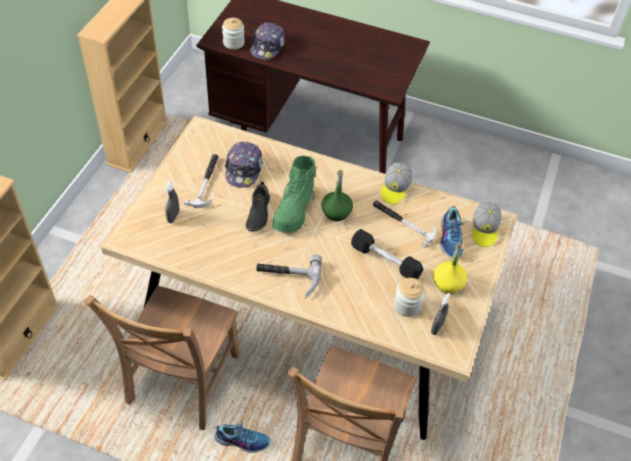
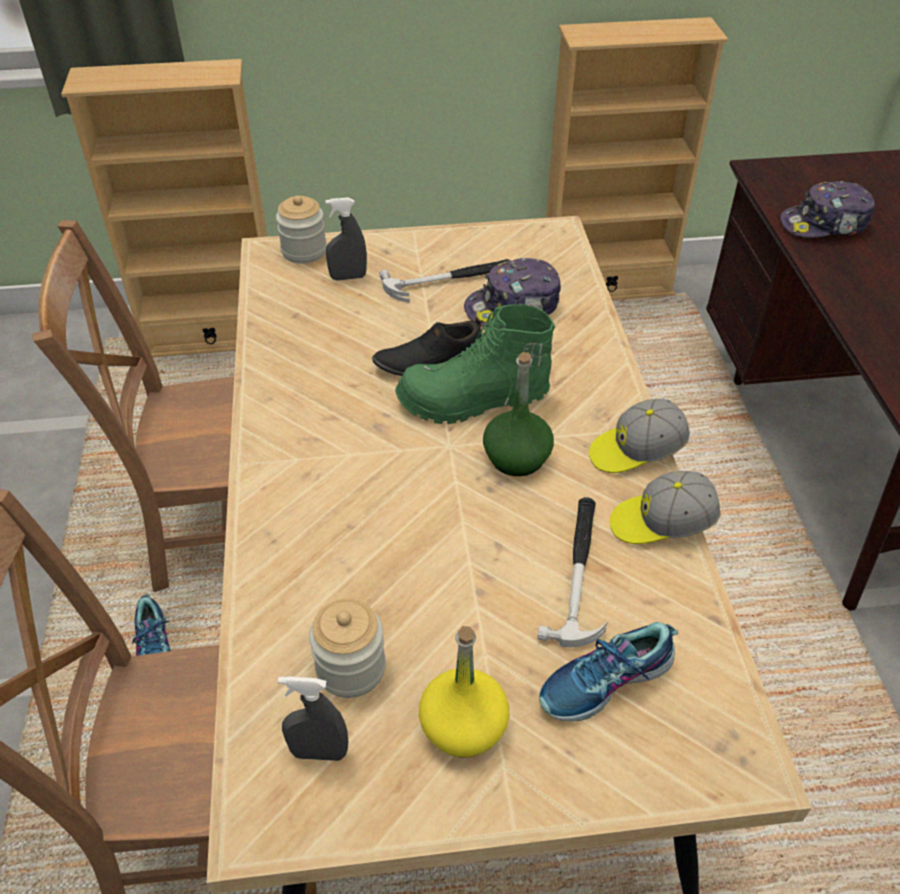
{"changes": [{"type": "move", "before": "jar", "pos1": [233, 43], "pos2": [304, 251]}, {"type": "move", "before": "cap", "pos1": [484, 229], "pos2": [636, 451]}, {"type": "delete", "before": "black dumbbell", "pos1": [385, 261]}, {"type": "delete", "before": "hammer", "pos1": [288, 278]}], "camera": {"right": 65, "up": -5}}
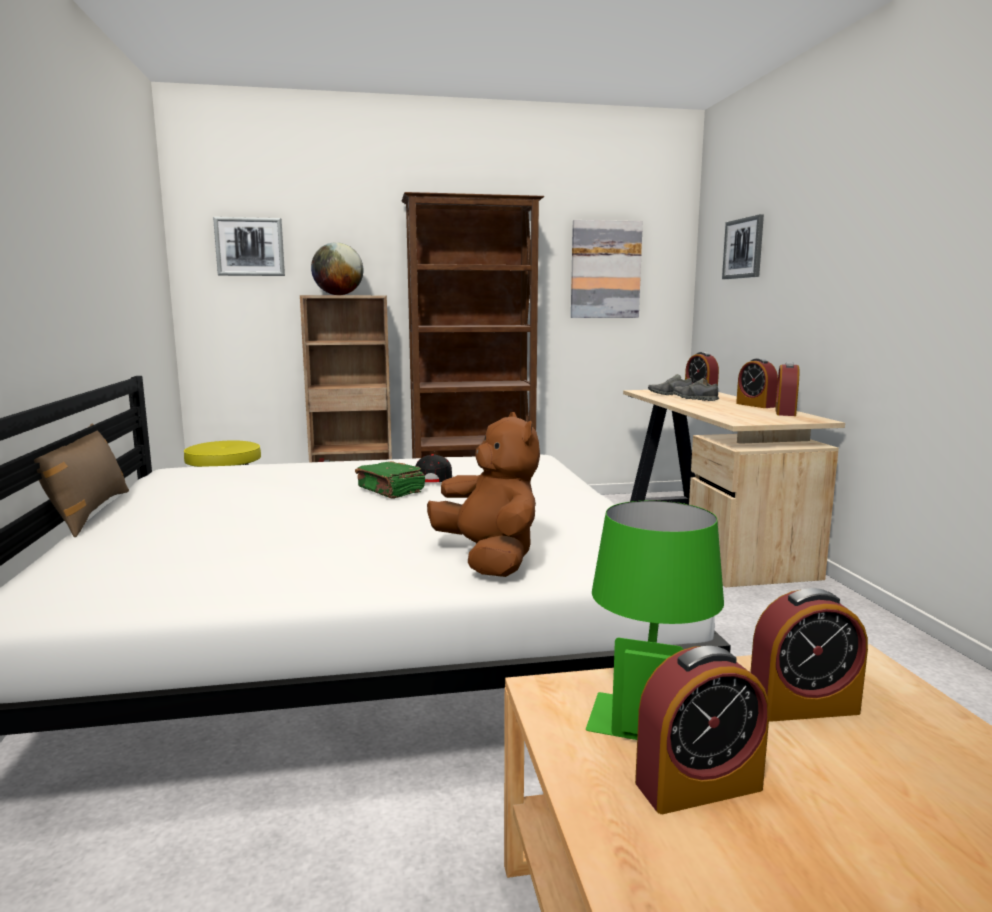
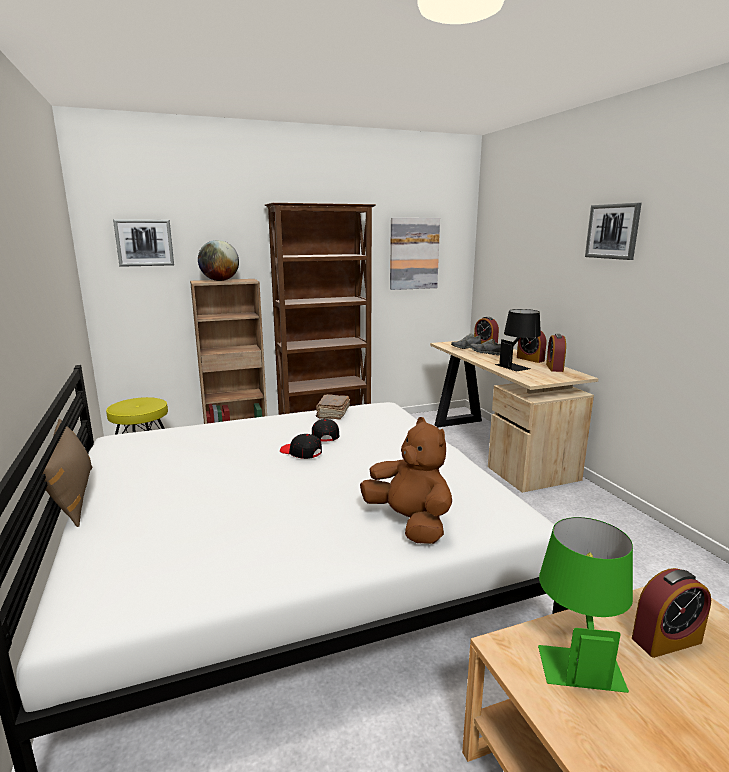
{"changes": [{"type": "move", "before": "picture", "pos1": [743, 248], "pos2": [613, 231]}, {"type": "replace", "before": "green book", "after": "black cap", "pos1": [391, 490], "pos2": [301, 452]}, {"type": "delete", "before": "alarm clock", "pos1": [698, 785]}, {"type": "insert", "after": "black table lamp", "pos2": [517, 365]}, {"type": "insert", "after": "brown book", "pos2": [332, 413]}], "camera": {"right": -10, "up": 5}}
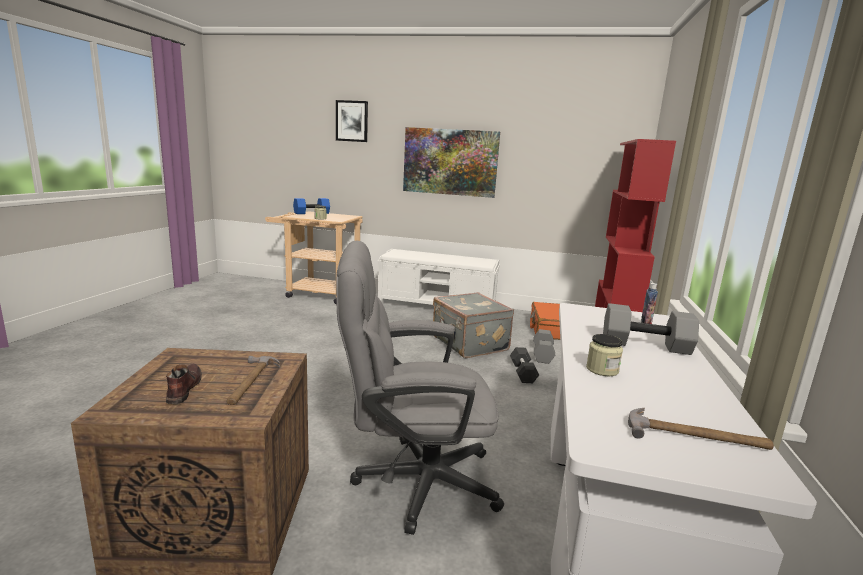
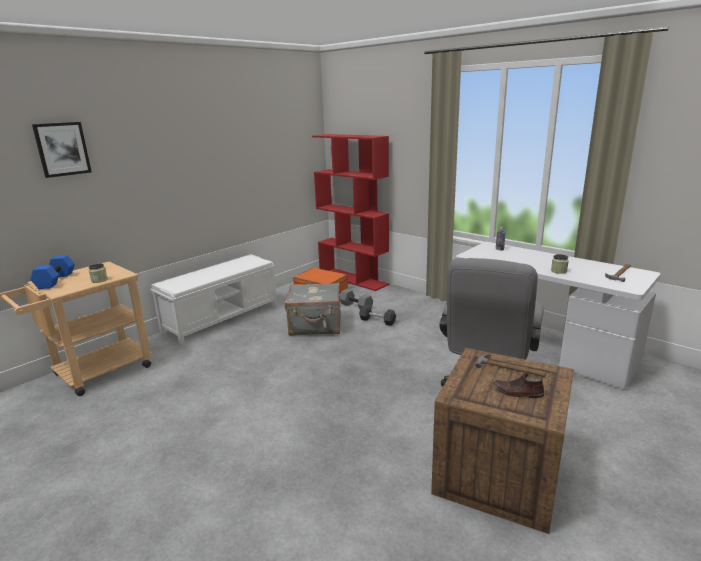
{"changes": [{"type": "delete", "before": "picture", "pos1": [450, 162]}, {"type": "delete", "before": "grey dumbbell", "pos1": [644, 345]}], "camera": {"right": -60, "up": 5}}
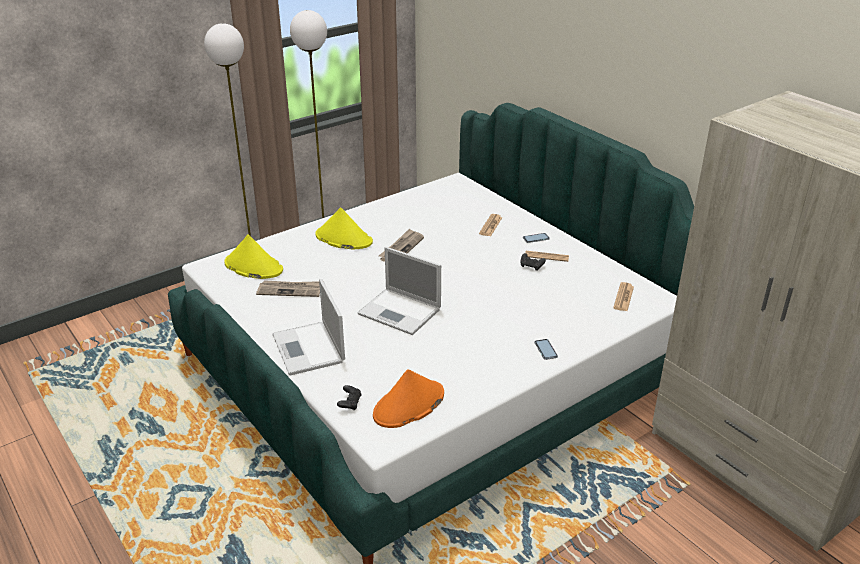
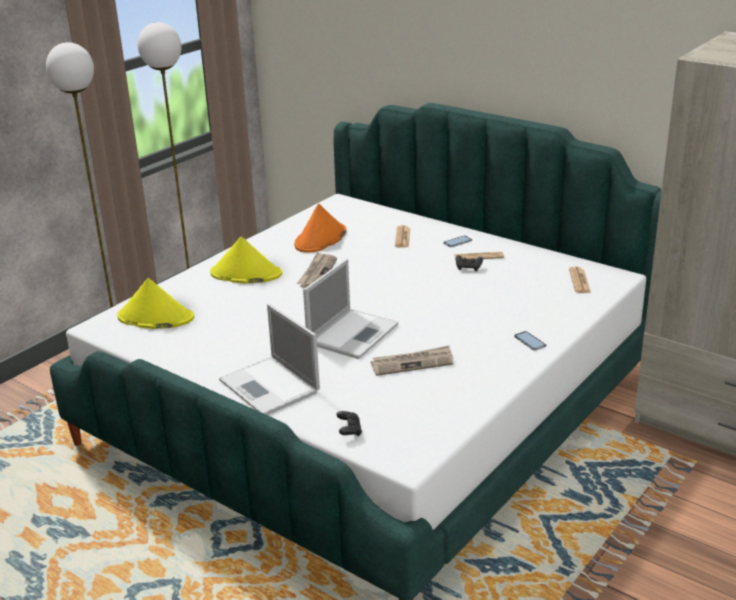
{"changes": [{"type": "rotate", "before": "laptop", "pos1": [401, 312], "pos2": [353, 333], "turn": -75}, {"type": "move", "before": "newspaper", "pos1": [291, 290], "pos2": [412, 363]}, {"type": "move", "before": "orange hat", "pos1": [408, 405], "pos2": [320, 239]}], "camera": {"right": -15, "up": -5}}
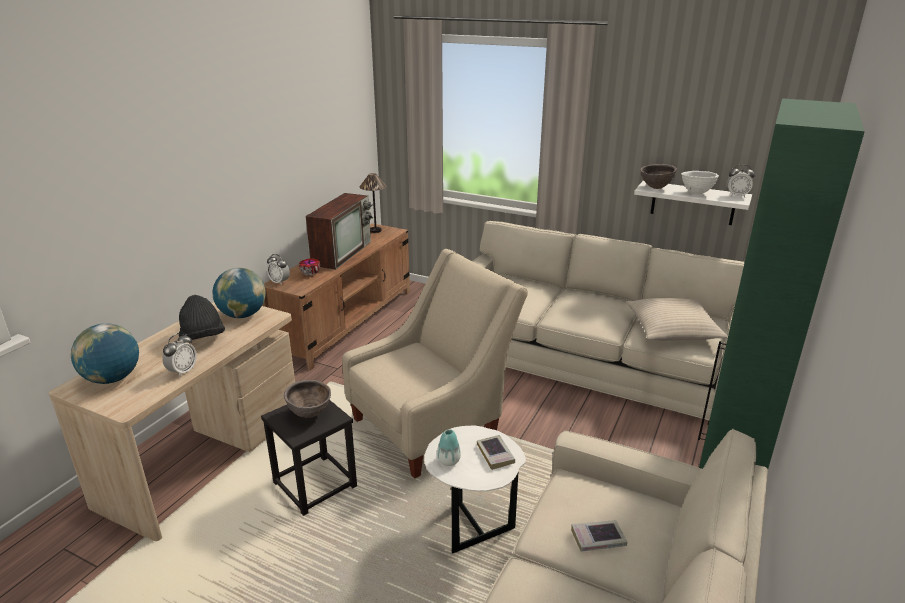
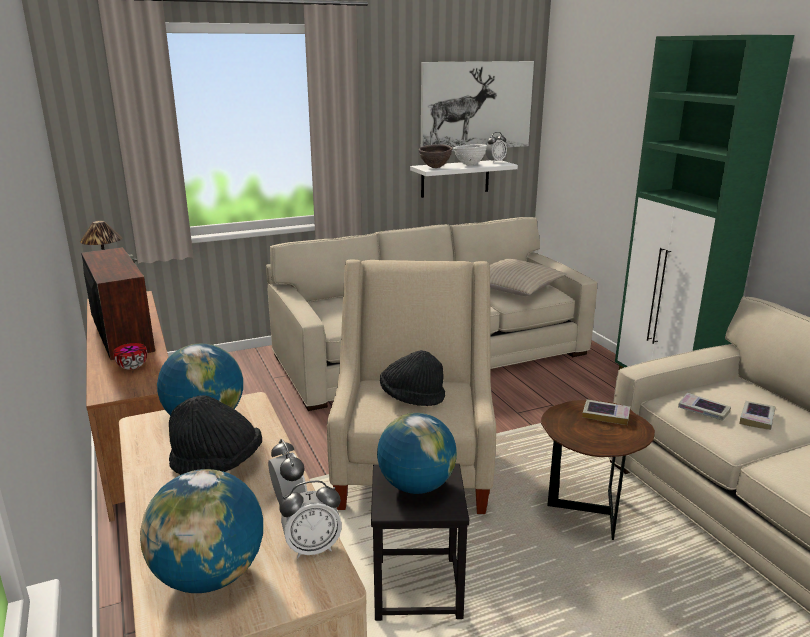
{"changes": [{"type": "move", "before": "alarm clock", "pos1": [279, 282], "pos2": [312, 548]}, {"type": "replace", "before": "brown bowl", "after": "globe", "pos1": [310, 414], "pos2": [416, 486]}, {"type": "recolor", "before": "white side table", "after": "brown side table", "pos1": [472, 526], "pos2": [586, 513]}, {"type": "delete", "before": "vase", "pos1": [448, 461]}, {"type": "insert", "after": "picture", "pos2": [476, 106]}, {"type": "insert", "after": "black hat", "pos2": [412, 398]}, {"type": "insert", "after": "book", "pos2": [703, 410]}], "camera": {"right": -50, "up": -5}}
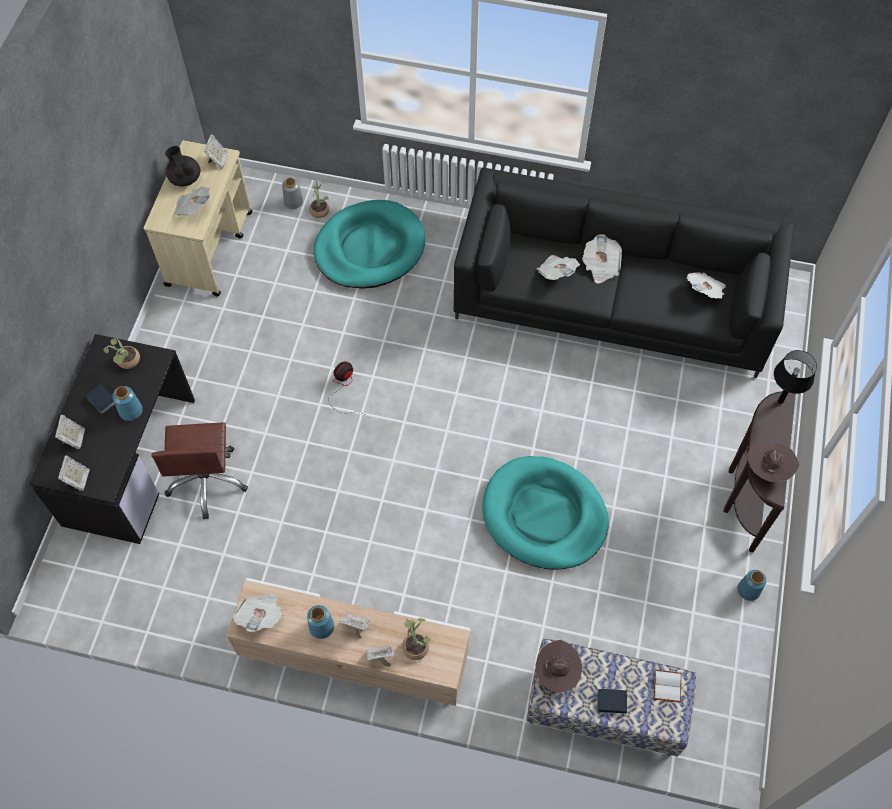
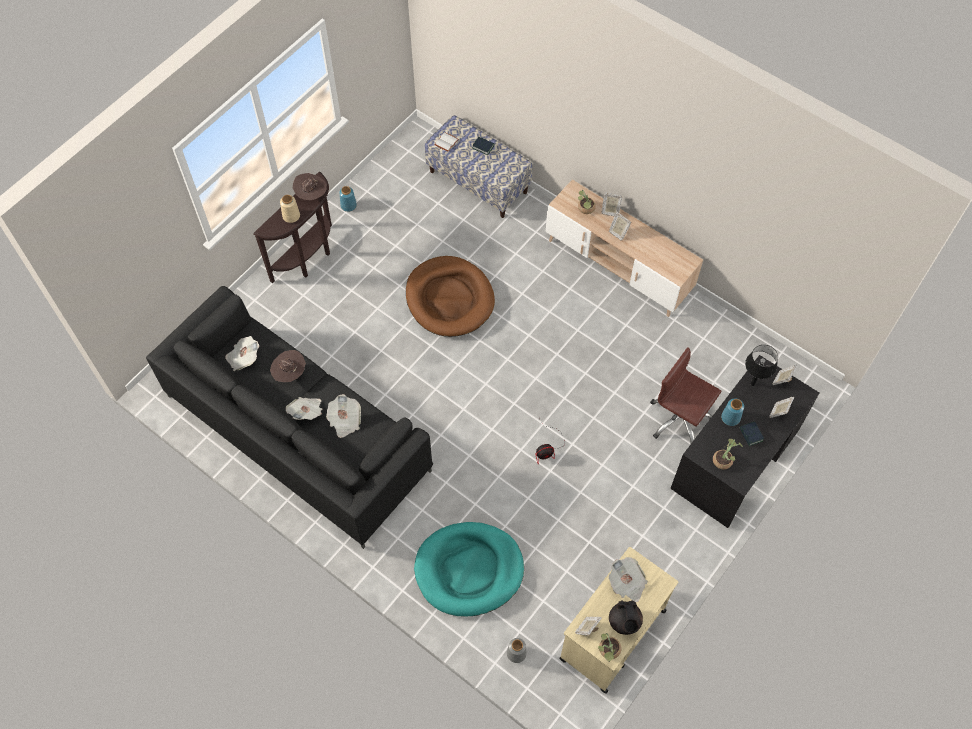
{"changes": [{"type": "move", "before": "potted plant", "pos1": [320, 209], "pos2": [608, 651]}, {"type": "move", "before": "black table lamp", "pos1": [780, 401], "pos2": [752, 384]}, {"type": "rotate", "before": "brown office chair", "pos1": [207, 480], "pos2": [679, 419], "turn": -75}, {"type": "recolor", "before": "turquoise dog bed", "after": "brown dog bed", "pos1": [544, 515], "pos2": [449, 299]}, {"type": "delete", "before": "newspaper", "pos1": [261, 615]}, {"type": "delete", "before": "blue vase", "pos1": [322, 627]}, {"type": "move", "before": "brown hat", "pos1": [557, 672], "pos2": [289, 373]}, {"type": "insert", "after": "beige vase", "pos2": [291, 216]}], "camera": {"right": -155, "up": 0}}
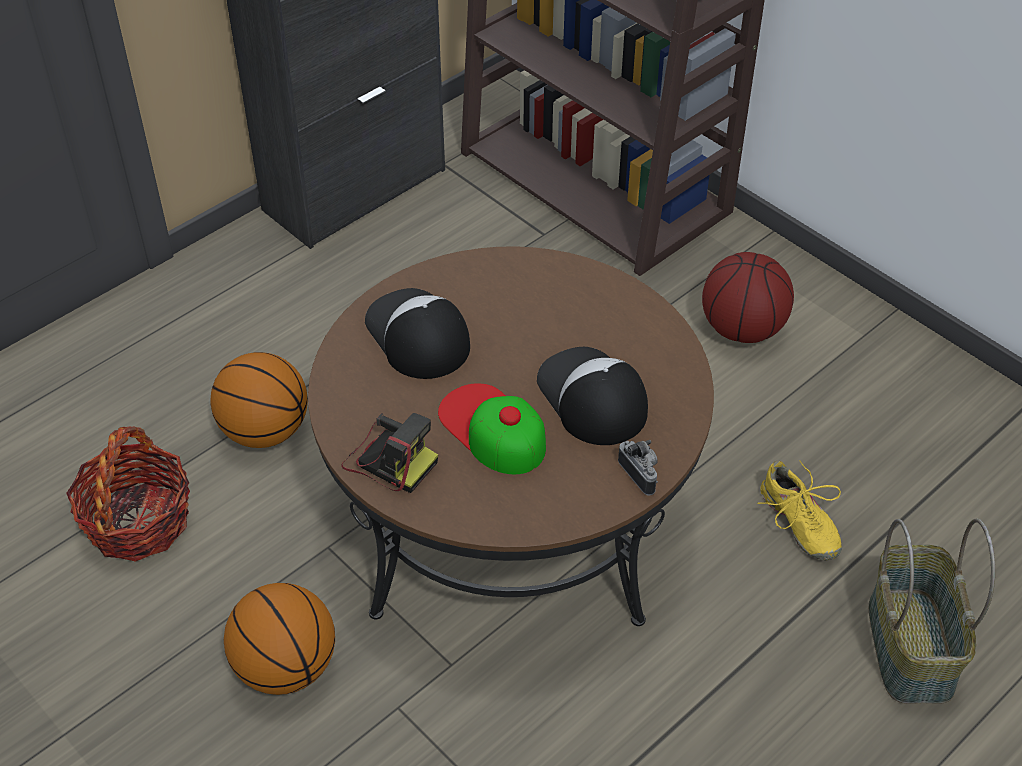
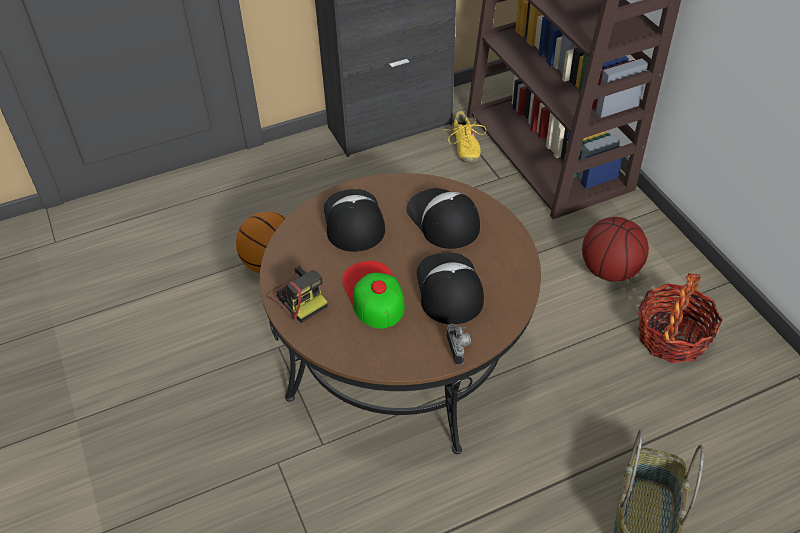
{"changes": [{"type": "move", "before": "basket", "pos1": [138, 521], "pos2": [672, 336]}, {"type": "move", "before": "yellow shoe", "pos1": [798, 523], "pos2": [464, 147]}, {"type": "delete", "before": "basketball", "pos1": [286, 666]}, {"type": "insert", "after": "cap", "pos2": [442, 219]}], "camera": {"right": 20, "up": 0}}
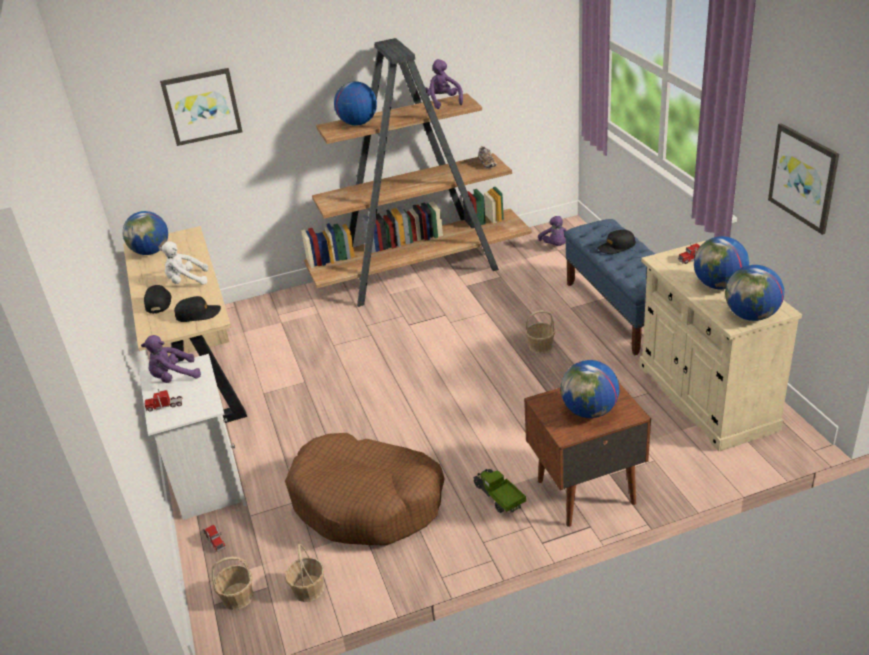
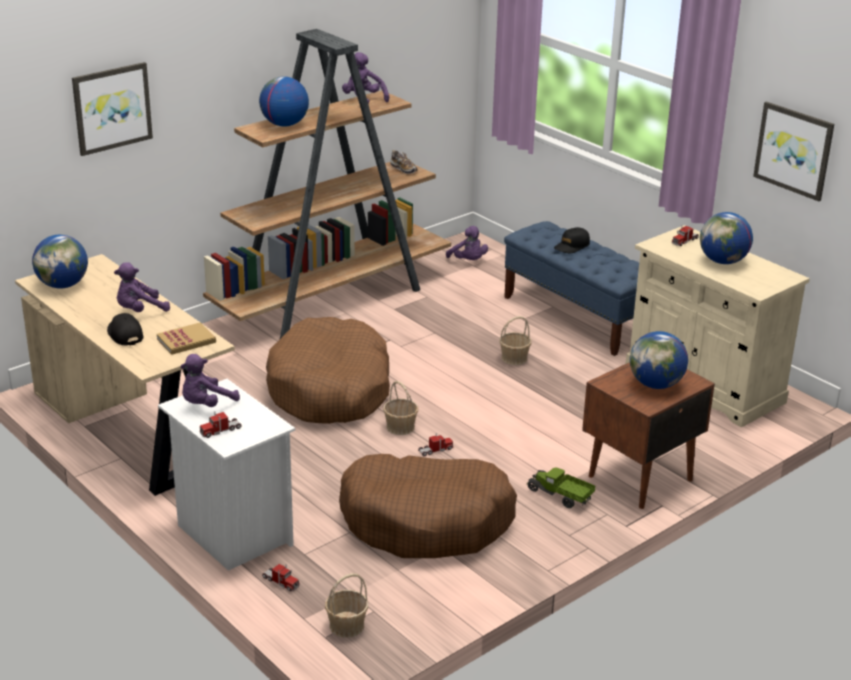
{"changes": [{"type": "recolor", "before": "white plush toy", "after": "purple plush toy", "pos1": [186, 281], "pos2": [140, 311]}, {"type": "delete", "before": "globe", "pos1": [751, 316]}, {"type": "replace", "before": "black cap", "after": "book", "pos1": [198, 314], "pos2": [186, 341]}, {"type": "move", "before": "basket", "pos1": [308, 589], "pos2": [400, 427]}, {"type": "insert", "after": "brown dog bed", "pos2": [330, 389]}, {"type": "insert", "after": "toy truck", "pos2": [435, 450]}], "camera": {"right": -25, "up": -5}}
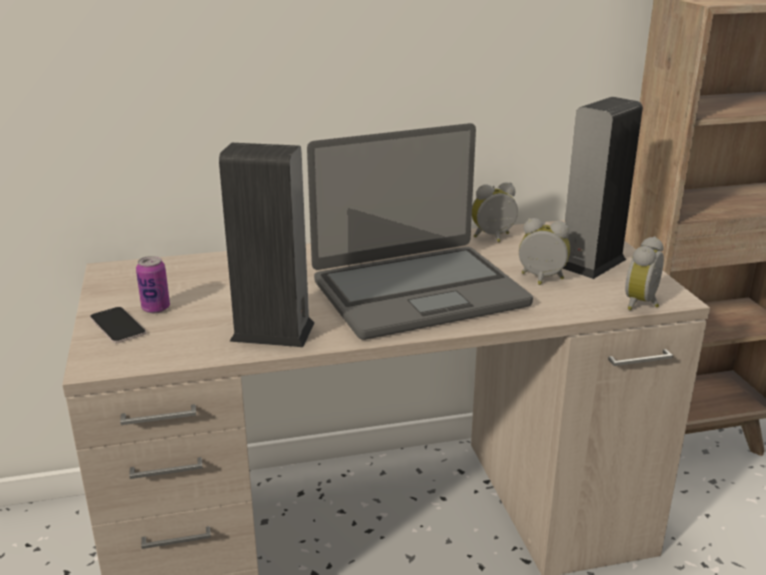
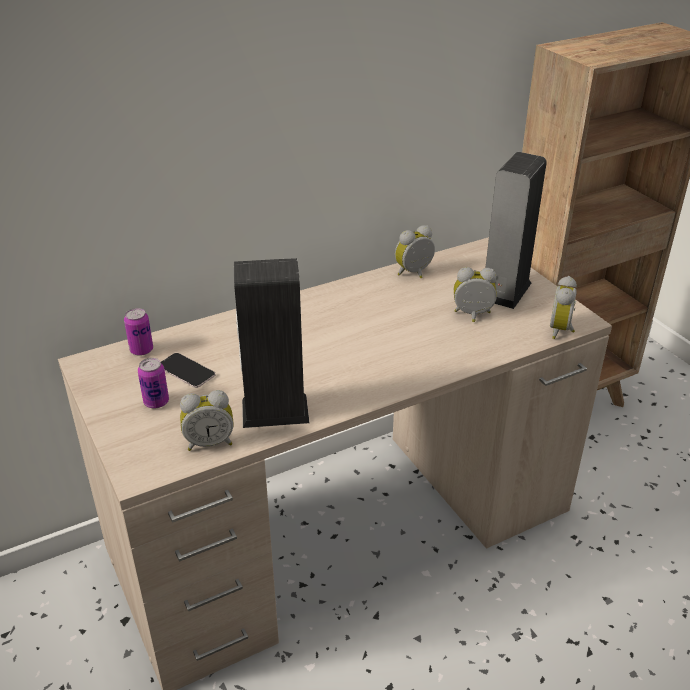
{"changes": [{"type": "delete", "before": "laptop", "pos1": [418, 292]}, {"type": "move", "before": "phone", "pos1": [117, 326], "pos2": [186, 371]}, {"type": "insert", "after": "can", "pos2": [141, 350]}, {"type": "insert", "after": "alarm clock", "pos2": [209, 442]}], "camera": {"right": -15, "up": 10}}
